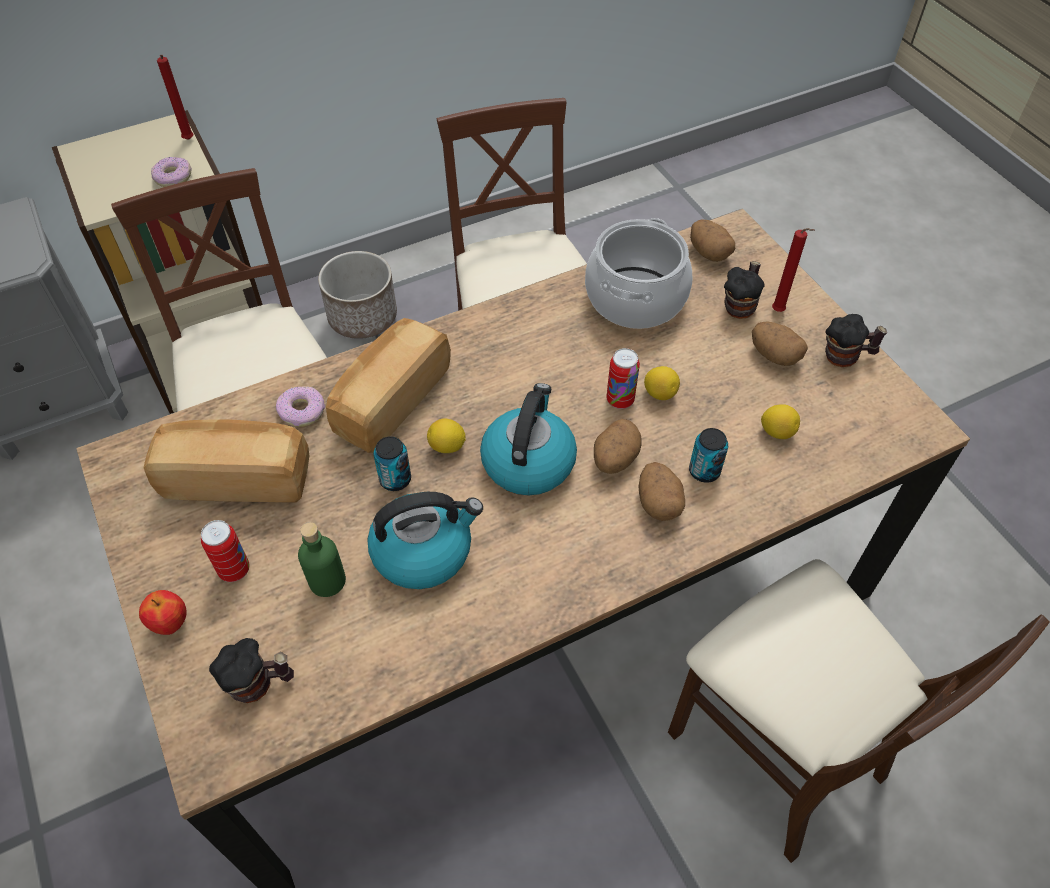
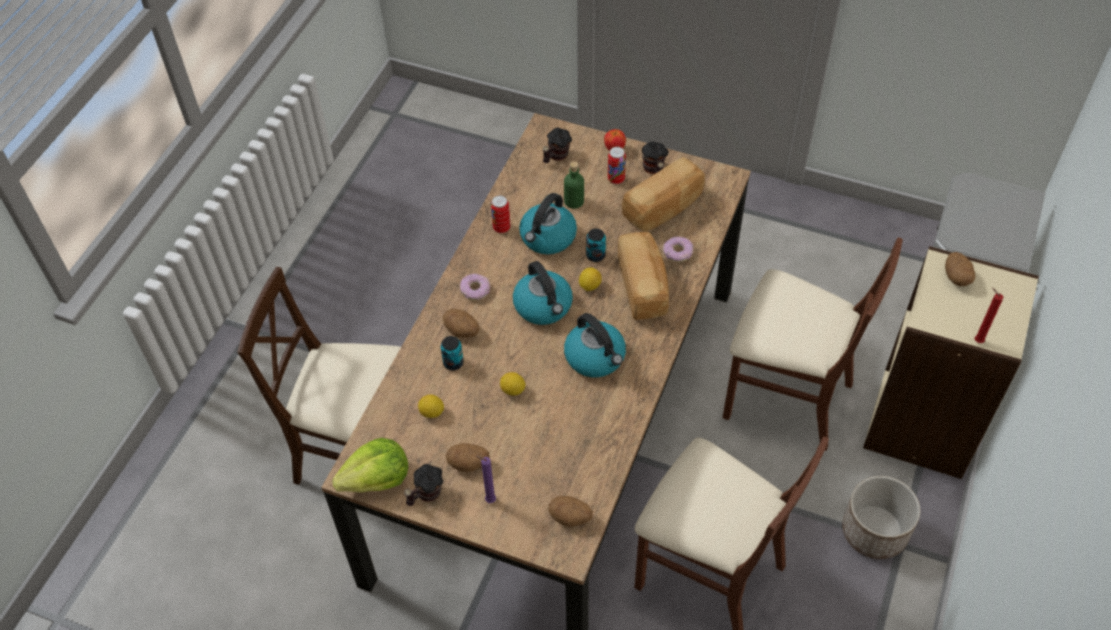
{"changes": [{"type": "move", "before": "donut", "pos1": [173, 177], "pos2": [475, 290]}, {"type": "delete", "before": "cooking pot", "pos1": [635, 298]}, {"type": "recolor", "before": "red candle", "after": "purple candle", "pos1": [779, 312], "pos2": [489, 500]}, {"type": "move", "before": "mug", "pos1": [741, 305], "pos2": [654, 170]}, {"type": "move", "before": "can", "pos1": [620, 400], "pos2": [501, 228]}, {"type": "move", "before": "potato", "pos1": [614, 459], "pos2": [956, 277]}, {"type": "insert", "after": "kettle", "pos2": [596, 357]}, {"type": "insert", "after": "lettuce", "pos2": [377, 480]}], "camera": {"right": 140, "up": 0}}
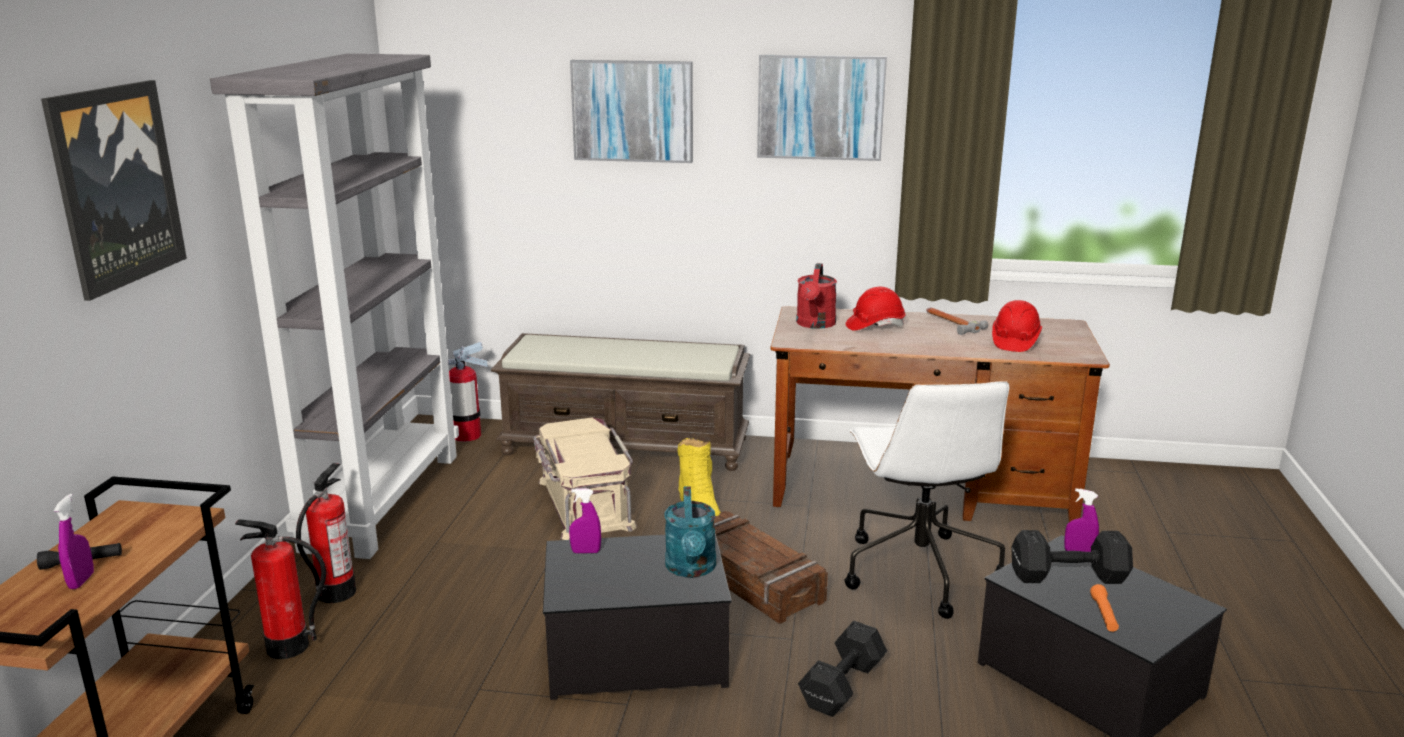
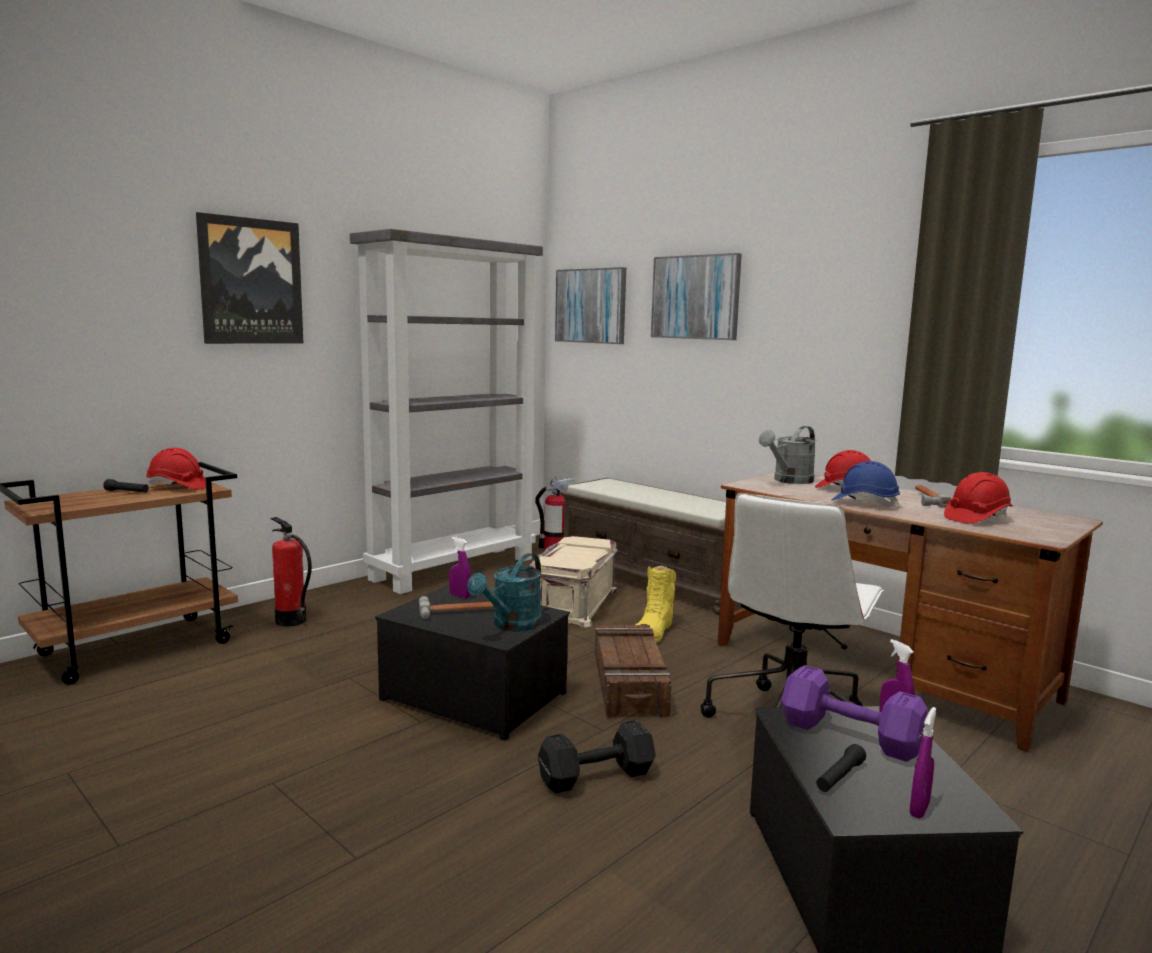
{"changes": [{"type": "move", "before": "picture", "pos1": [820, 107], "pos2": [591, 306]}, {"type": "recolor", "before": "red watering can", "after": "grey watering can", "pos1": [815, 324], "pos2": [789, 481]}, {"type": "delete", "before": "fire extinguisher", "pos1": [336, 593]}, {"type": "move", "before": "purple spray bottle", "pos1": [81, 581], "pos2": [919, 809]}, {"type": "recolor", "before": "black dumbbell", "after": "purple dumbbell", "pos1": [1065, 575], "pos2": [847, 734]}, {"type": "recolor", "before": "orange flashlight", "after": "black flashlight", "pos1": [1104, 615], "pos2": [839, 777]}, {"type": "insert", "after": "red hard hat", "pos2": [178, 487]}, {"type": "insert", "after": "blue hard hat", "pos2": [864, 503]}, {"type": "insert", "after": "hammer", "pos2": [459, 611]}], "camera": {"right": 35, "up": -10}}
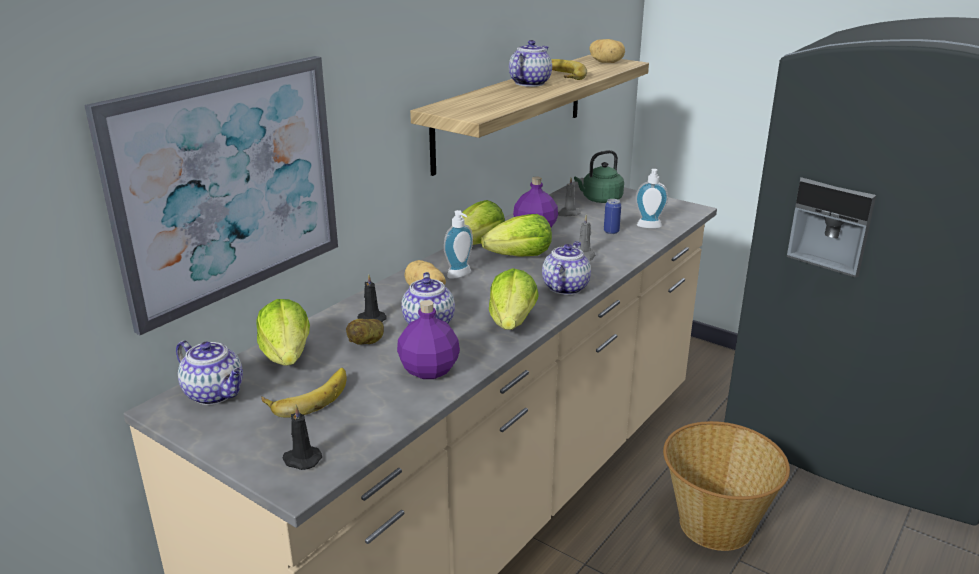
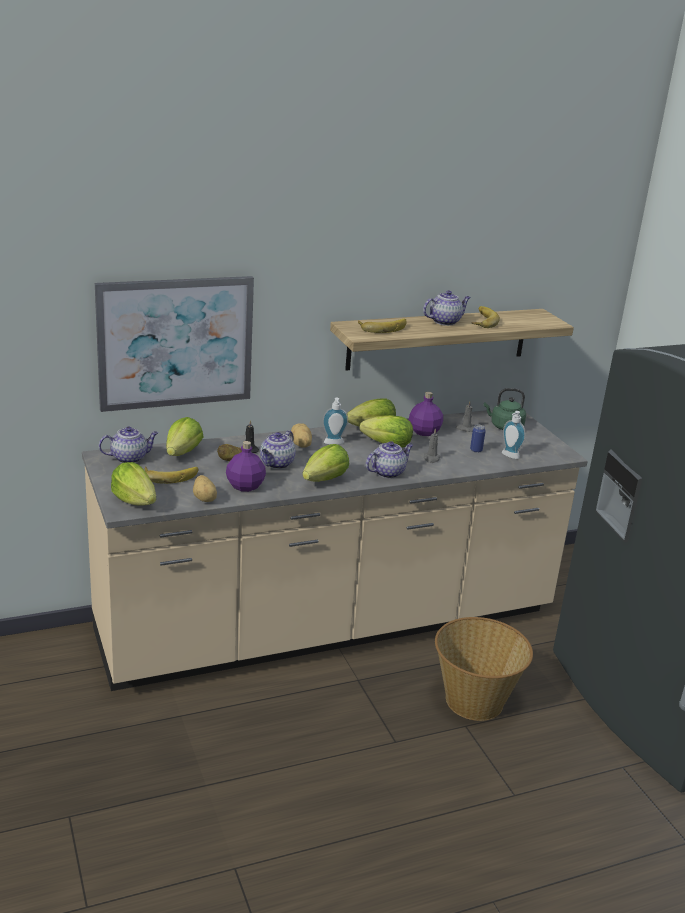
{"changes": [{"type": "move", "before": "potato", "pos1": [606, 62], "pos2": [205, 498]}, {"type": "rotate", "before": "teapot", "pos1": [216, 394], "pos2": [130, 458], "turn": -90}, {"type": "replace", "before": "black candle", "after": "lettuce", "pos1": [301, 459], "pos2": [135, 501]}, {"type": "insert", "after": "banana", "pos2": [382, 327]}], "camera": {"right": 30, "up": 0}}
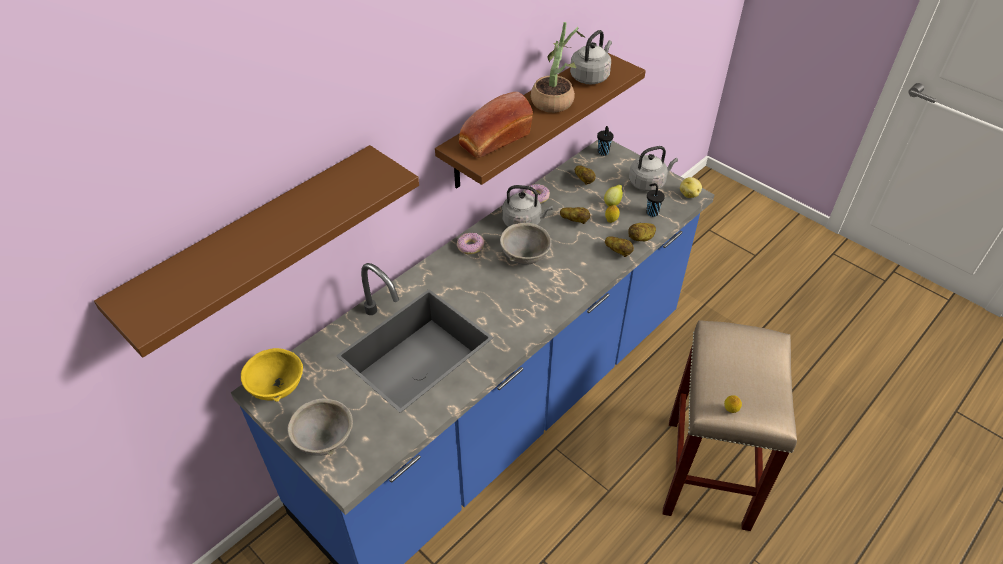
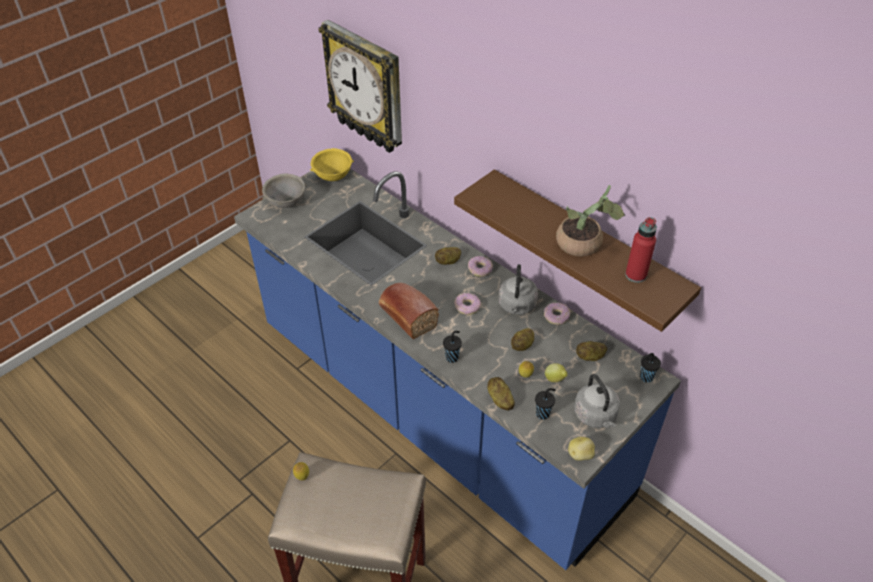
{"changes": [{"type": "replace", "before": "grey kettle", "after": "red bottle", "pos1": [591, 76], "pos2": [635, 275]}, {"type": "move", "before": "bread", "pos1": [493, 140], "pos2": [406, 315]}, {"type": "replace", "before": "brown shelf", "after": "wall clock", "pos1": [255, 243], "pos2": [366, 88]}, {"type": "replace", "before": "grey bowl", "after": "donut", "pos1": [525, 257], "pos2": [467, 307]}, {"type": "move", "before": "potato", "pos1": [618, 252], "pos2": [448, 261]}, {"type": "insert", "after": "black cup", "pos2": [452, 357]}], "camera": {"right": 90, "up": 0}}
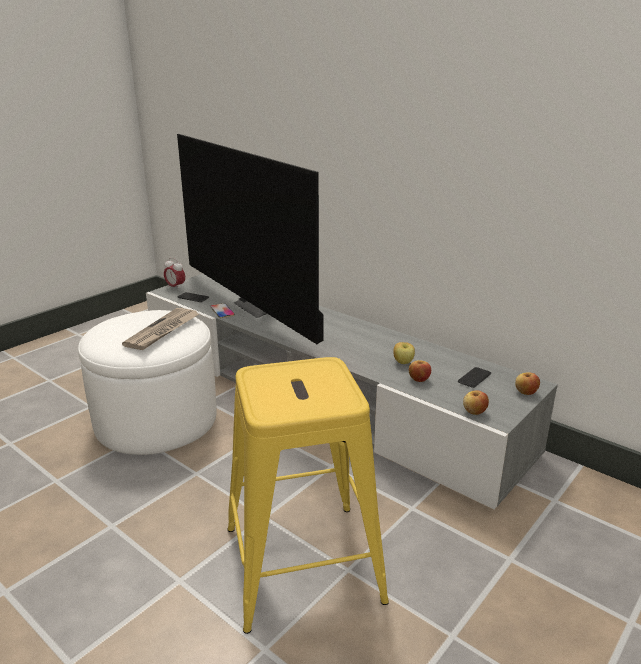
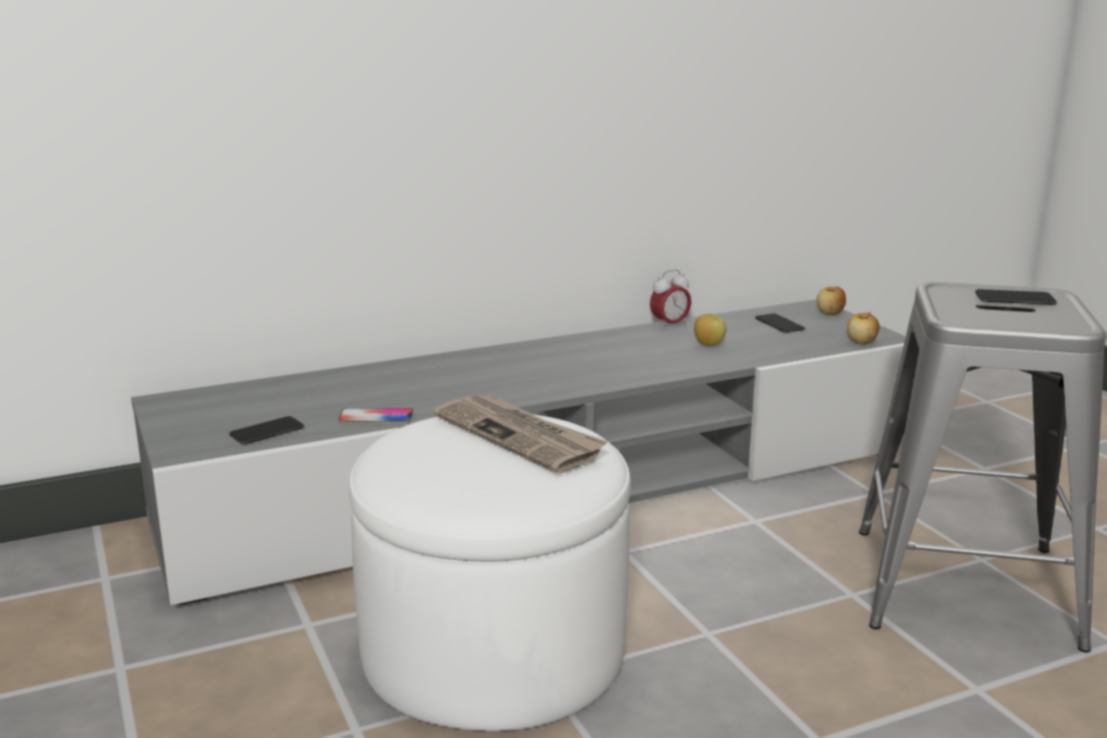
{"changes": [{"type": "delete", "before": "television", "pos1": [258, 306]}, {"type": "move", "before": "alarm clock", "pos1": [175, 287], "pos2": [669, 325]}, {"type": "recolor", "before": "yellow stool", "after": "grey stool", "pos1": [302, 563], "pos2": [964, 586]}, {"type": "delete", "before": "apple", "pos1": [419, 379]}, {"type": "insert", "after": "phone", "pos2": [1014, 299]}], "camera": {"right": -65, "up": -5}}
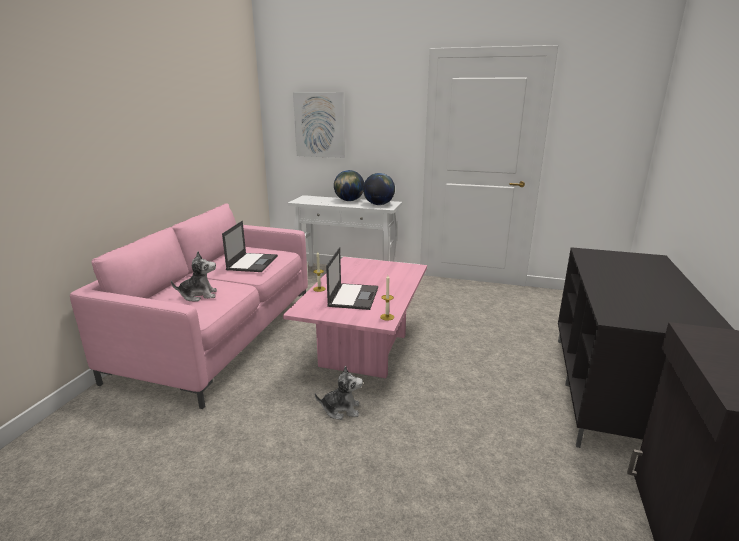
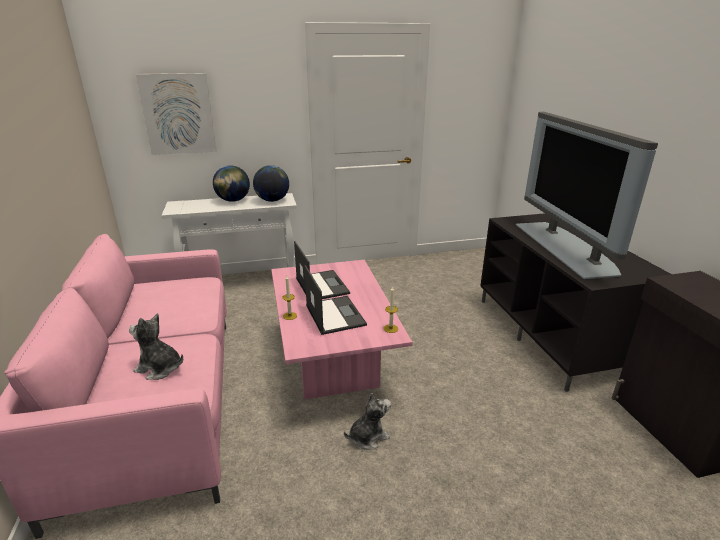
{"changes": [{"type": "move", "before": "laptop", "pos1": [252, 262], "pos2": [321, 285]}, {"type": "rotate", "before": "plush toy", "pos1": [199, 295], "pos2": [160, 368], "turn": -120}, {"type": "insert", "after": "television", "pos2": [566, 247]}], "camera": {"right": -30, "up": 5}}
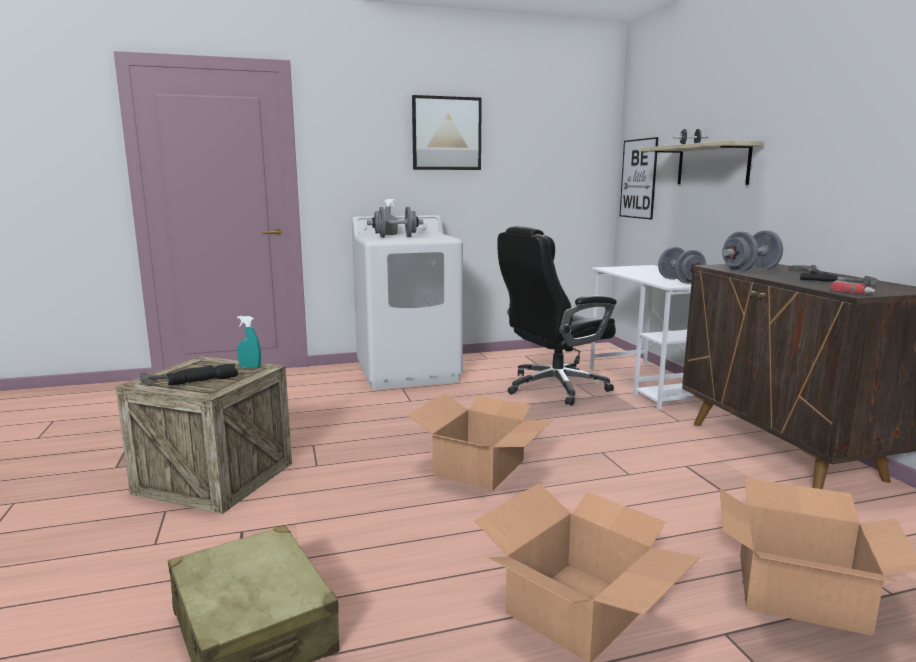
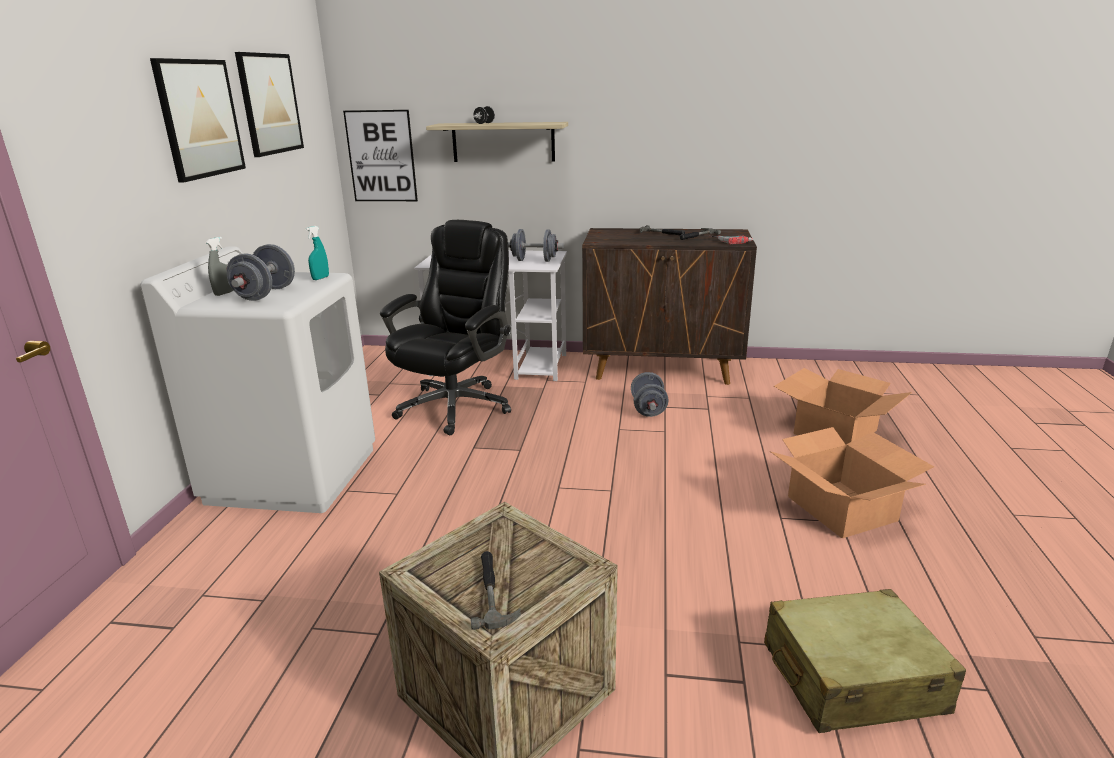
{"changes": [{"type": "rotate", "before": "black office chair", "pos1": [553, 387], "pos2": [456, 406], "turn": -150}, {"type": "move", "before": "grey dumbbell", "pos1": [750, 270], "pos2": [648, 409]}, {"type": "move", "before": "turquoise spray bottle", "pos1": [250, 367], "pos2": [320, 278]}, {"type": "delete", "before": "black flashlight", "pos1": [204, 381]}, {"type": "delete", "before": "cardboard box", "pos1": [480, 467]}, {"type": "insert", "after": "picture", "pos2": [269, 104]}], "camera": {"right": -65, "up": 10}}
